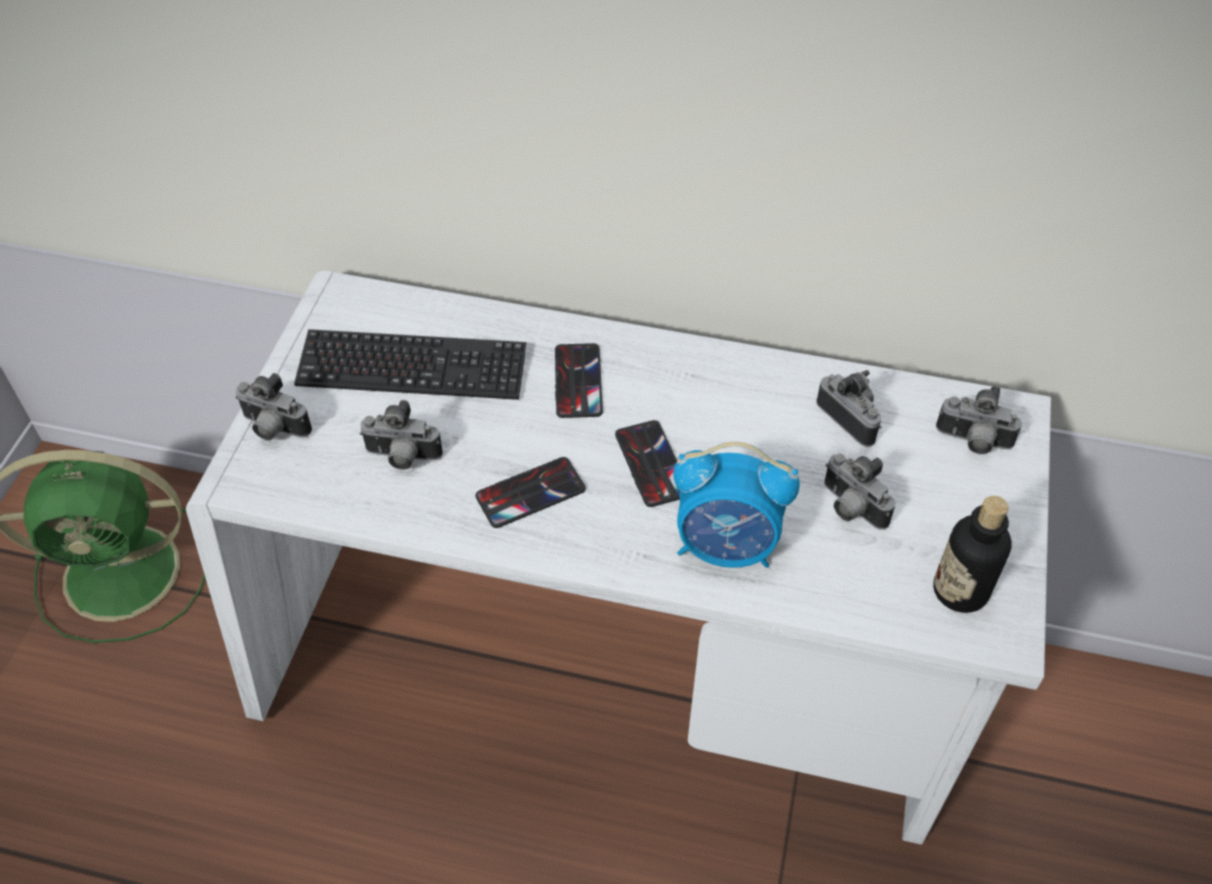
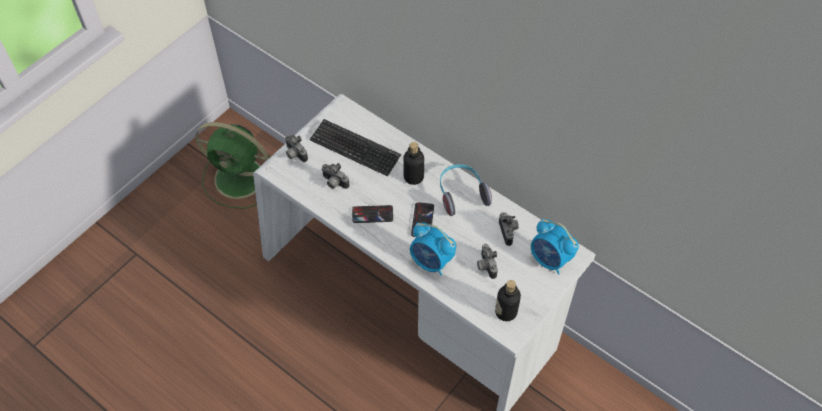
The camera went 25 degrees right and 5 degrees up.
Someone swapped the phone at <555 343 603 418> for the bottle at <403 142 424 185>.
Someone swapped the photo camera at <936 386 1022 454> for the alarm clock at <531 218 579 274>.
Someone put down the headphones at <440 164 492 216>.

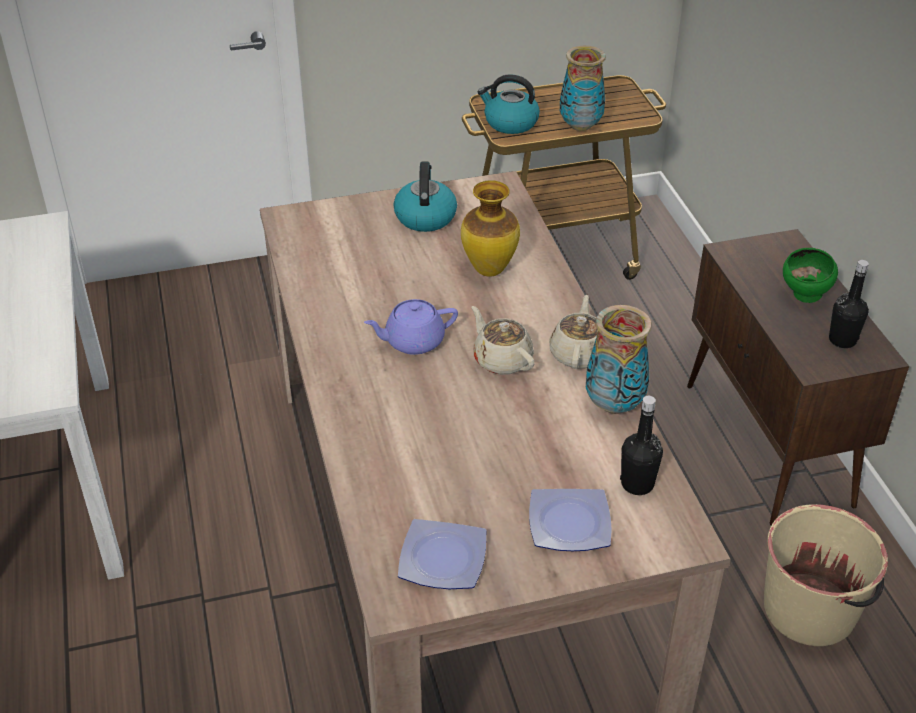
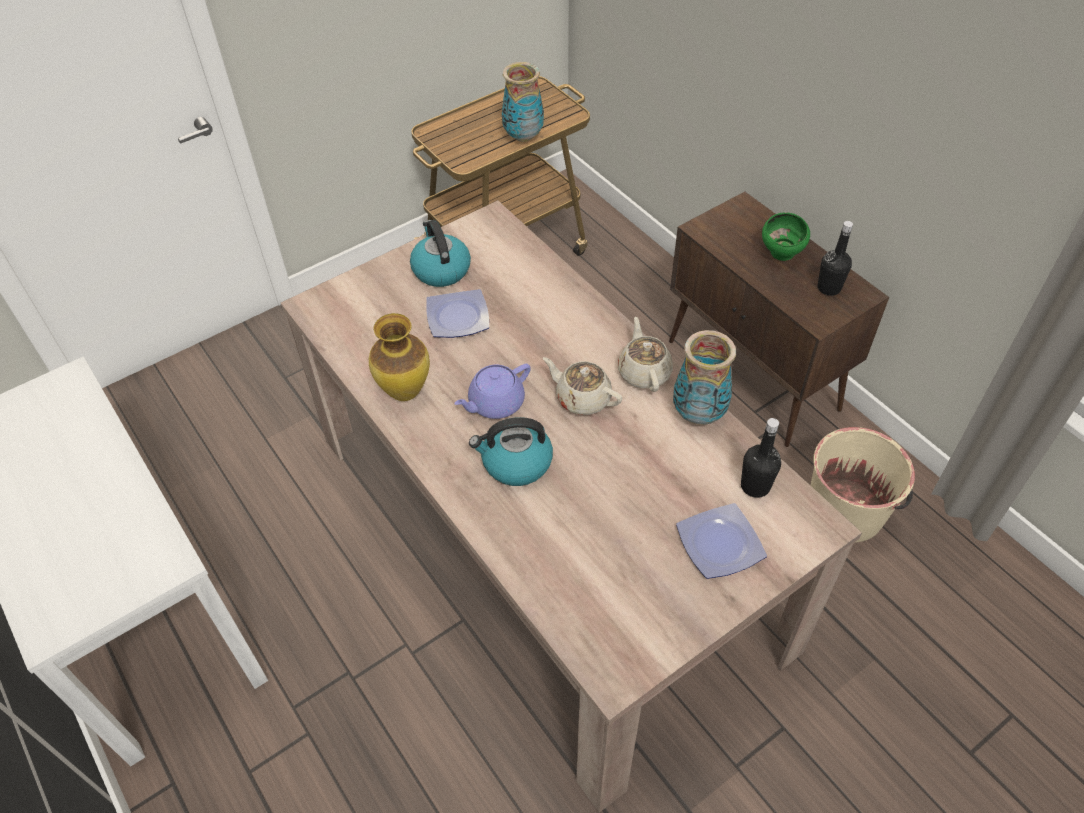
The camera went 20 degrees left and 10 degrees up.
Someone carried the plate from <398 519 486 589> to <426 289 489 338>.
Someone carried the vase from <461 180 520 277> to <369 313 430 401>.
Someone carried the kettle from <478 74 540 134> to <469 417 553 486>.

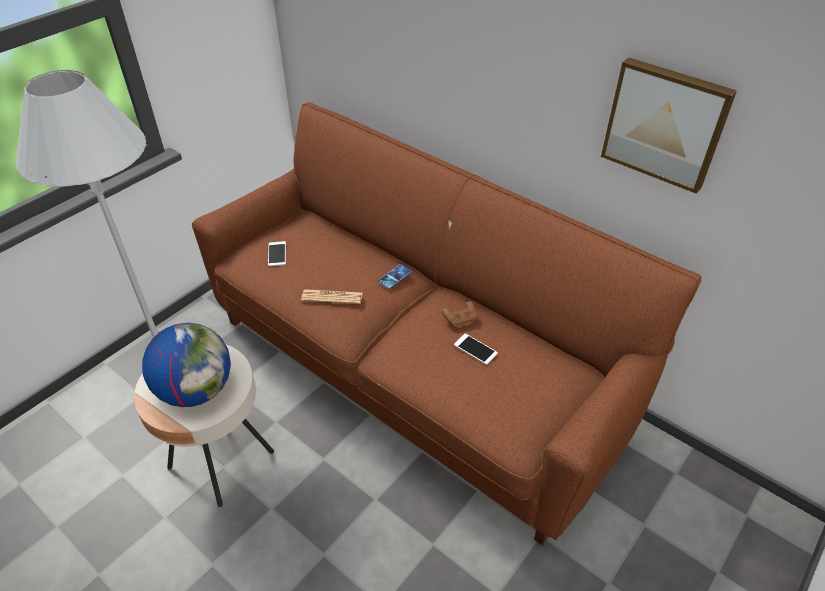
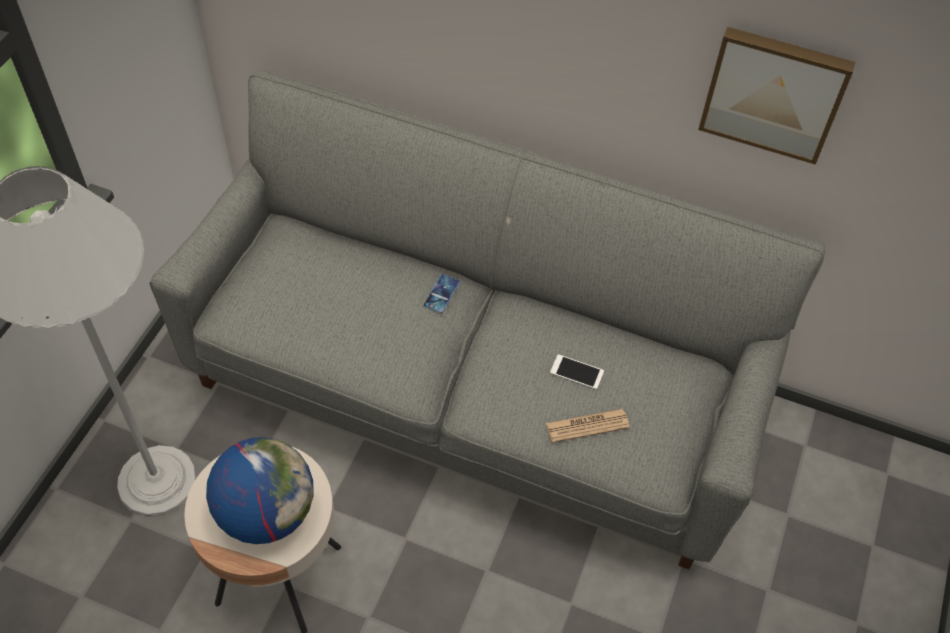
The camera went 20 degrees left and 10 degrees up.
Someone repainted the brown sofa at <192 102 701 546>, which became the grey sofa at <149 70 825 569>.
Someone took away the phone at <268 241 286 266>.
Someone carried the newspaper from <301 289 363 304> to <546 409 630 443>.
Someone took away the brown game controller at <442 301 477 327>.

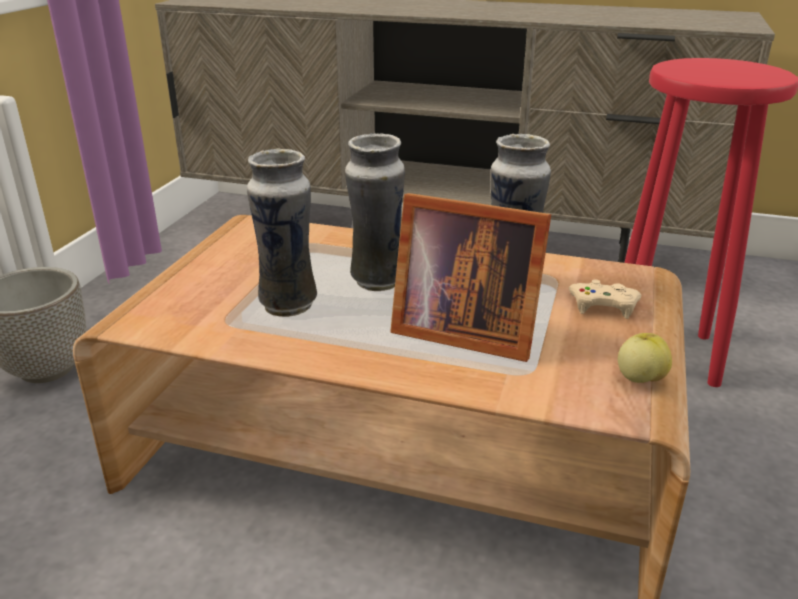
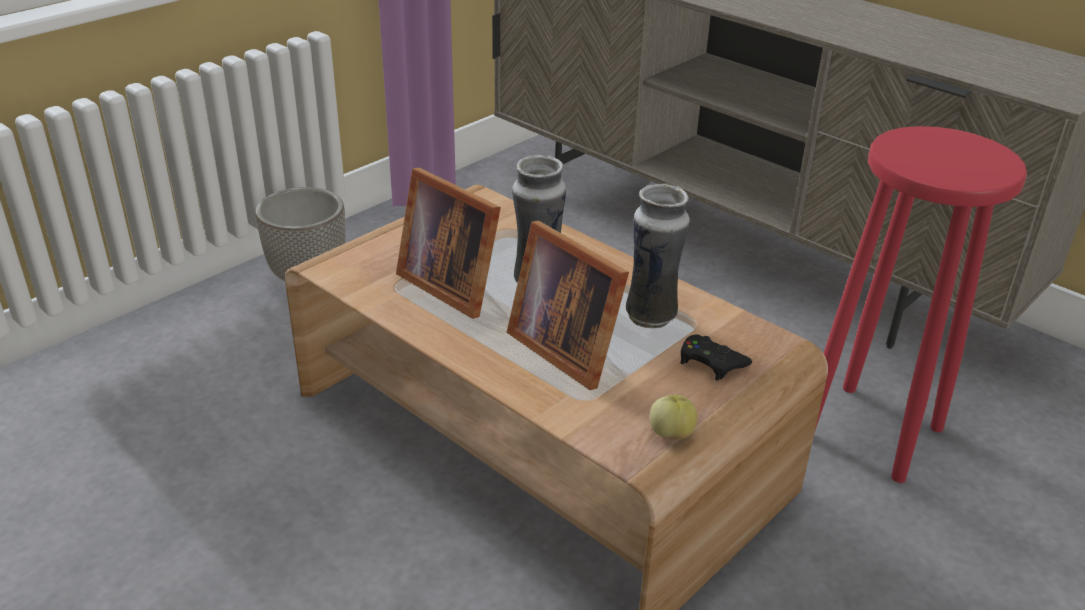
The camera went 25 degrees right and 5 degrees up.
Someone swapped the vase at <247 148 317 317> for the picture frame at <396 168 501 319>.
Someone repainted the beige game controller at <569 279 641 319>, which became the black game controller at <680 334 752 381>.

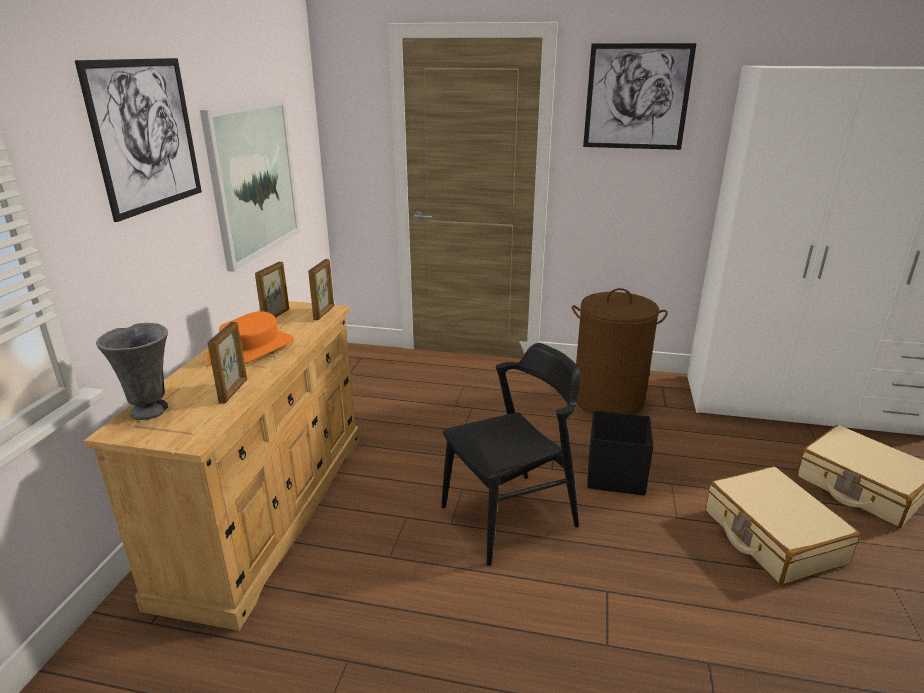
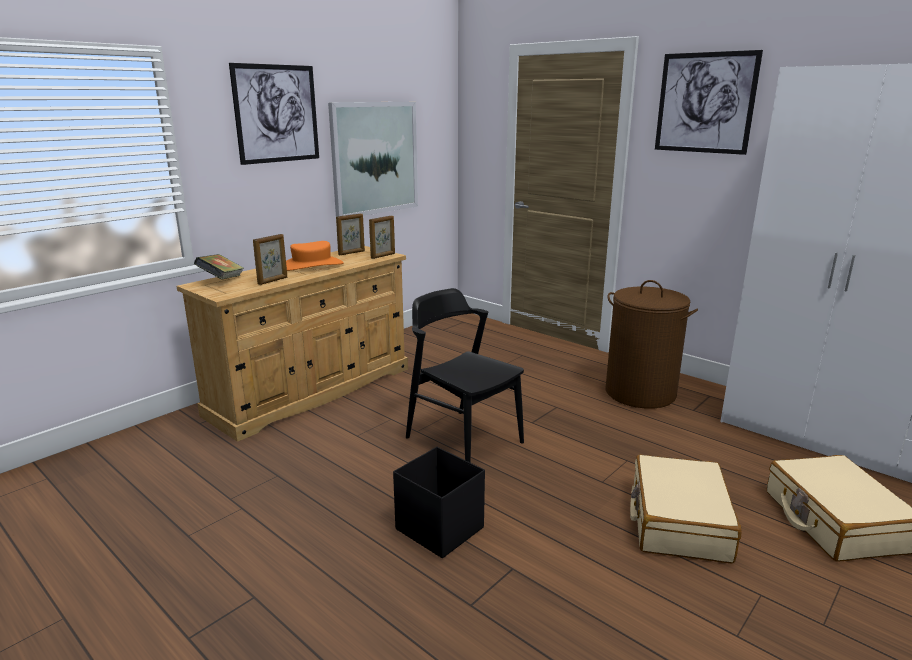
The camera went 30 degrees right and 5 degrees down.
Someone swapped the grey vase at <96 323 168 420> for the book at <194 254 244 280>.
Someone rotated the black chair at <441 343 580 566> by 135 degrees counterclockwise.
Someone carried the black storage box from <587 410 653 496> to <393 447 485 558>.

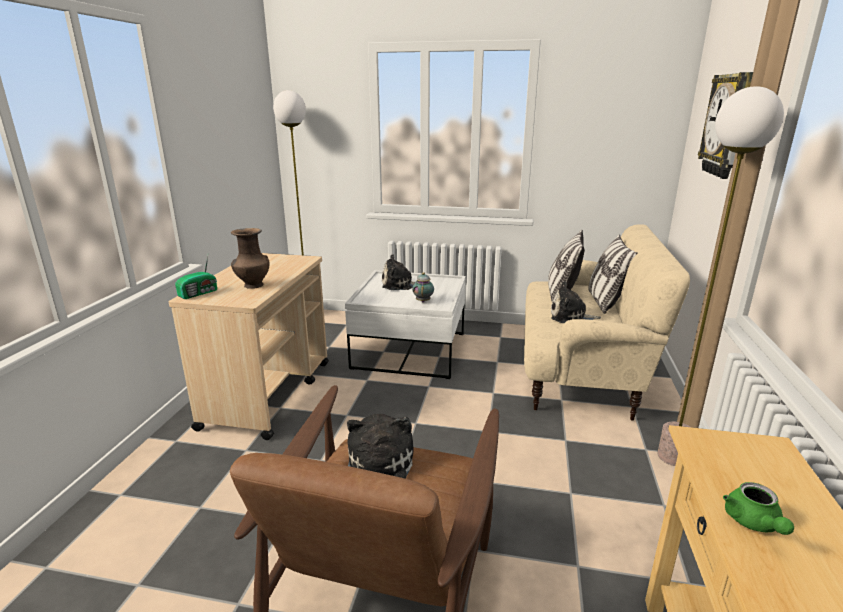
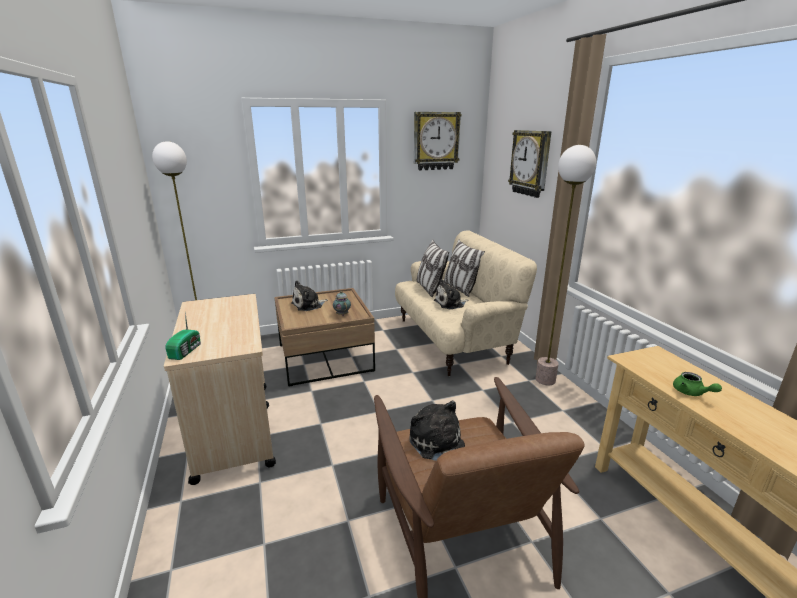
The camera went 30 degrees left and 0 degrees up.
Someone took away the brown vase at <231 228 270 289>.
Someone repainted the white coffee table at <345 270 466 379>, which became the brown coffee table at <274 288 375 387>.
Someone put up the wall clock at <414 112 462 170>.

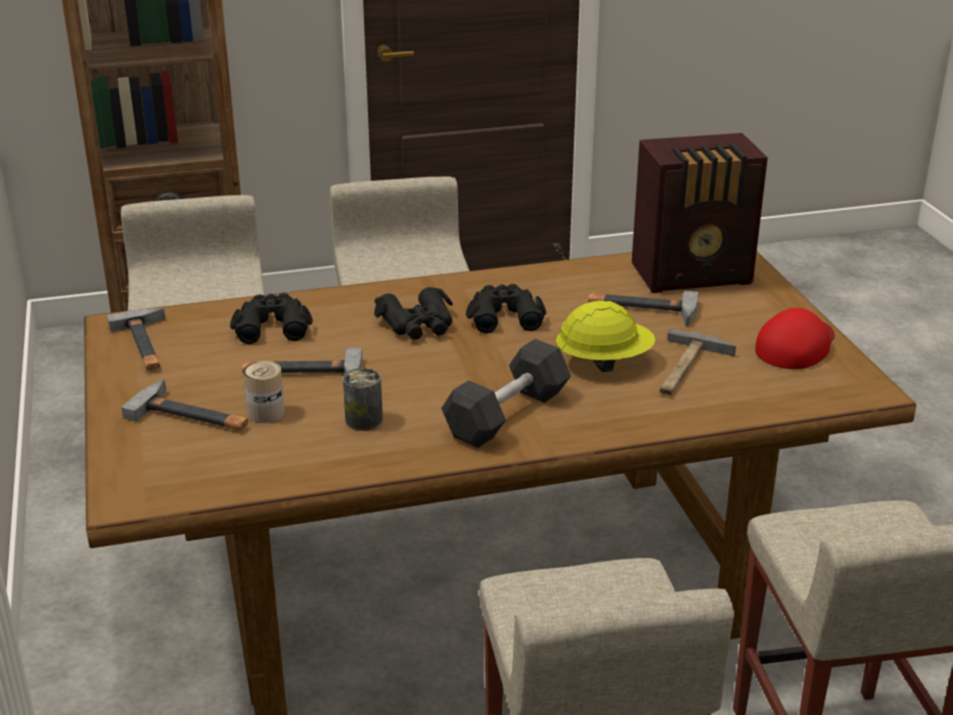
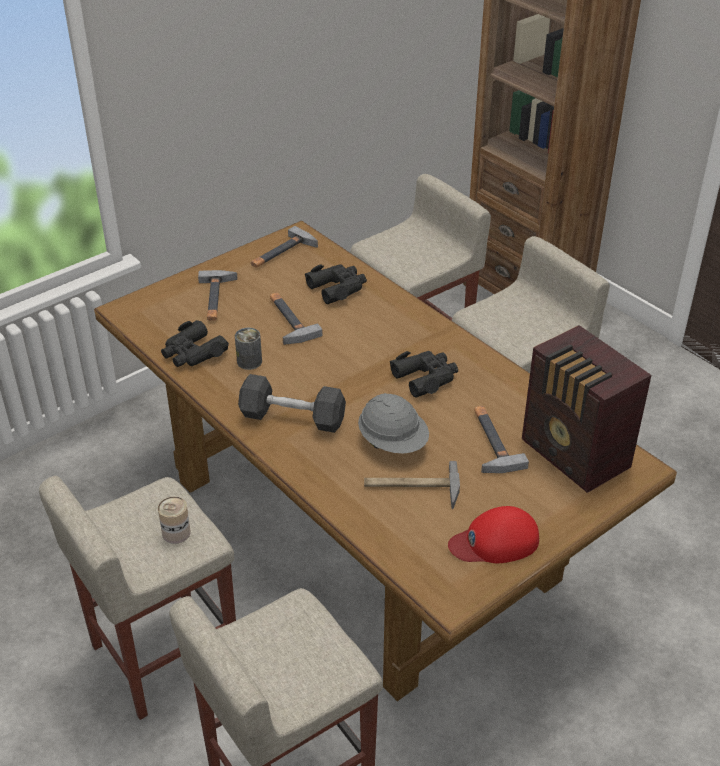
The camera went 65 degrees right and 10 degrees up.
Someone carried the can from <243 361 285 423> to <158 497 191 544>.
Someone carried the black binoculars from <374 287 453 340> to <161 320 229 367>.
Someone repainted the yellow hard hat at <556 301 655 372>, which became the grey hard hat at <358 393 429 453>.
Someone rotated the red cap at <755 308 835 369> by 150 degrees clockwise.

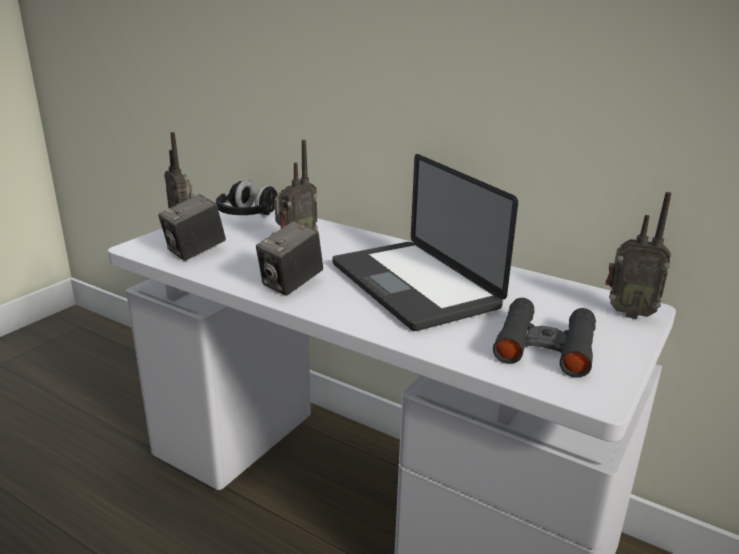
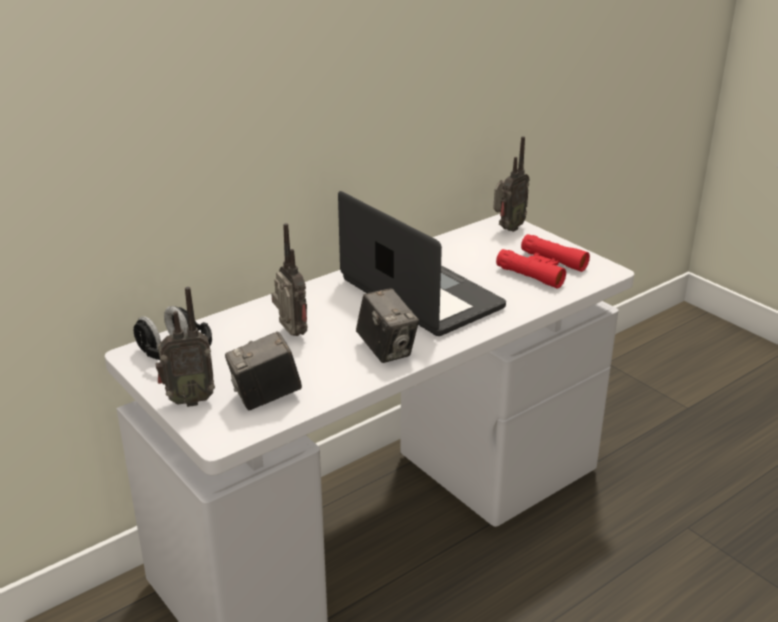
The camera went 70 degrees left and 5 degrees up.
Someone rotated the photo camera at <158 194 226 261> by 90 degrees clockwise.
Someone rotated the laptop at <332 154 518 331> by 120 degrees counterclockwise.
Someone repainted the black binoculars at <493 298 596 378>, which became the red binoculars at <496 234 590 289>.

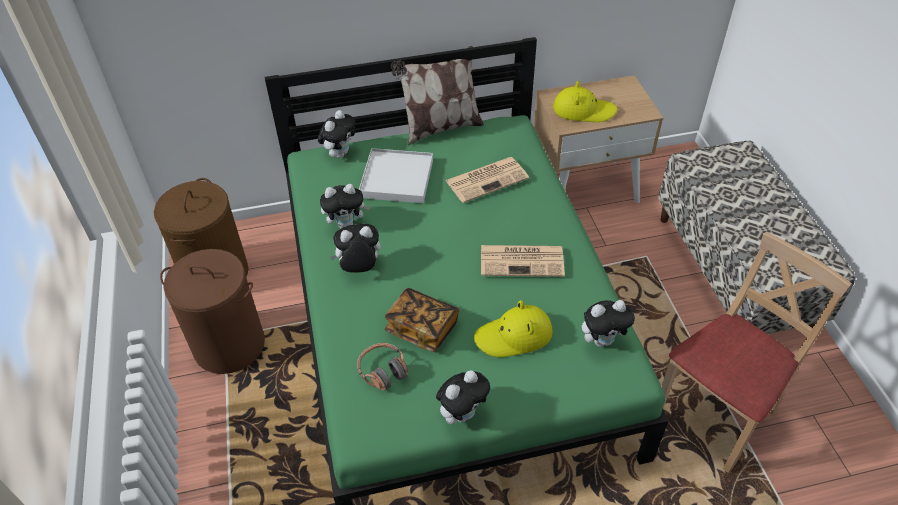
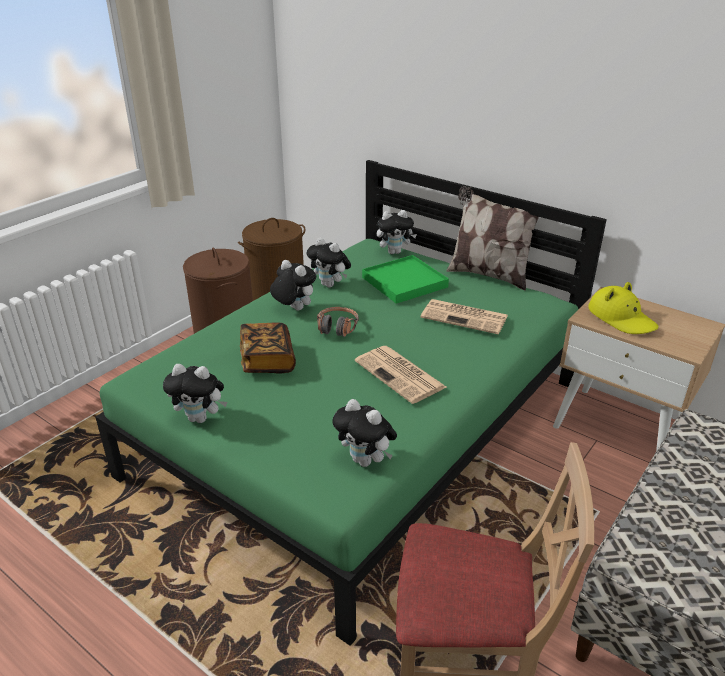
The camera went 50 degrees right and 15 degrees down.
Someone carried the headphones from <357 343 408 391> to <317 307 359 337>.
Someone repainted the white tray at <359 148 433 203>, which became the green tray at <362 255 449 304>.
Someone took away the yellow hat at <474 300 553 357>.

